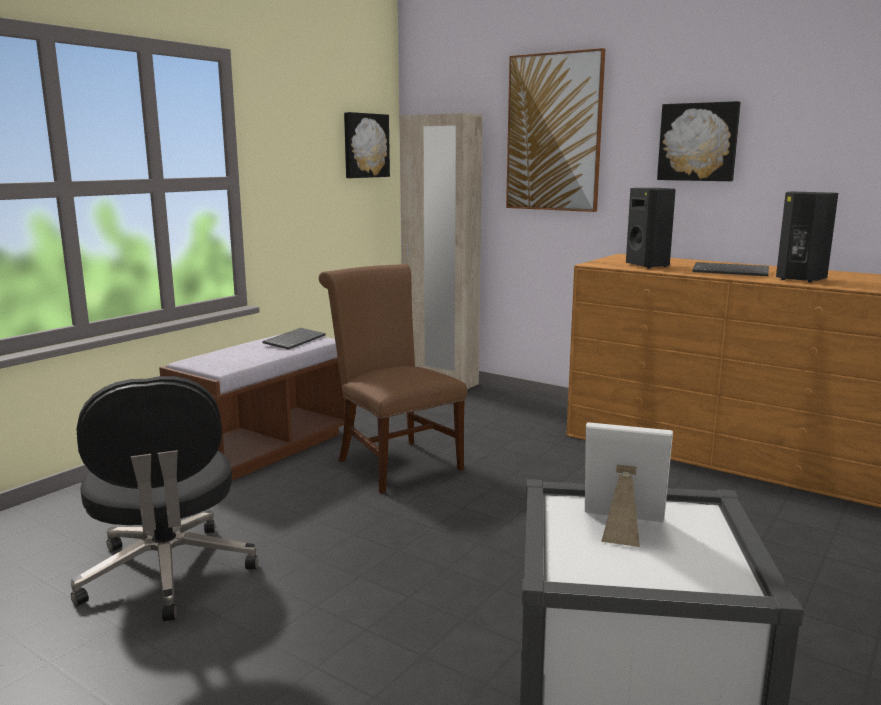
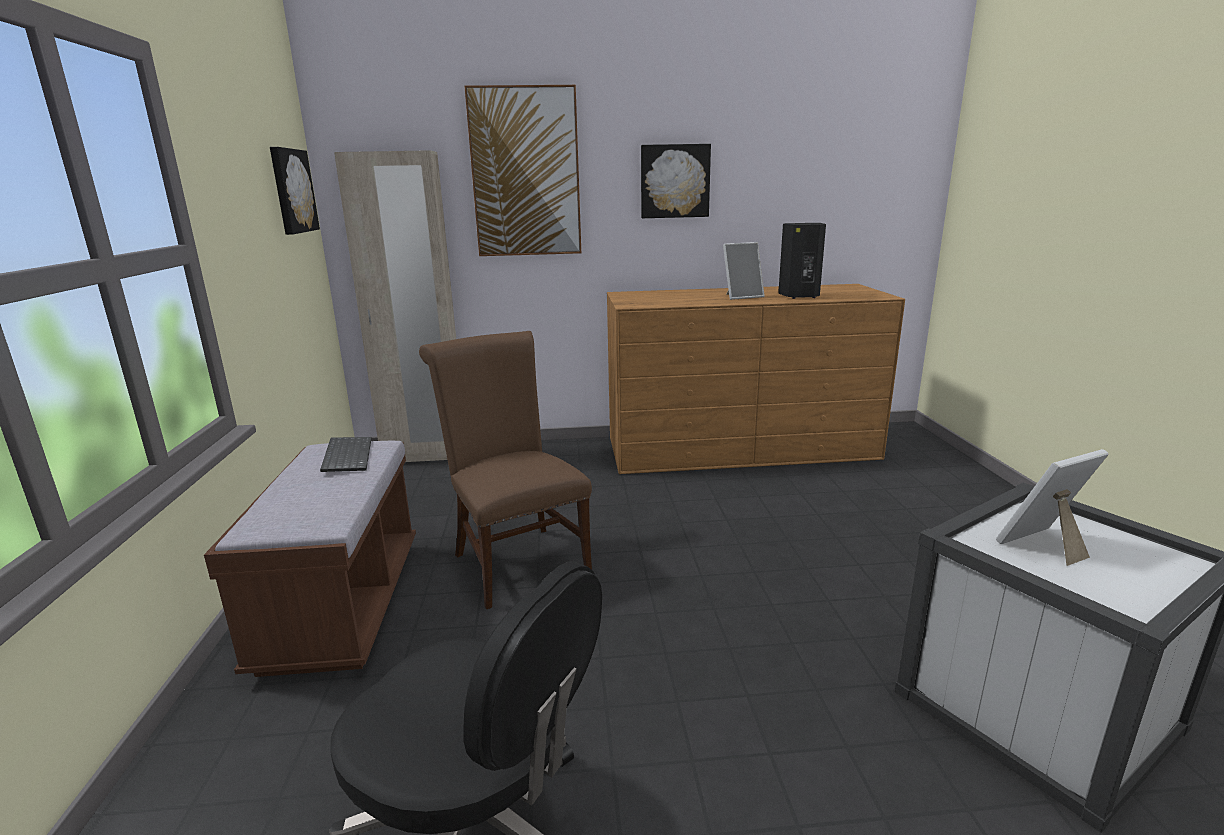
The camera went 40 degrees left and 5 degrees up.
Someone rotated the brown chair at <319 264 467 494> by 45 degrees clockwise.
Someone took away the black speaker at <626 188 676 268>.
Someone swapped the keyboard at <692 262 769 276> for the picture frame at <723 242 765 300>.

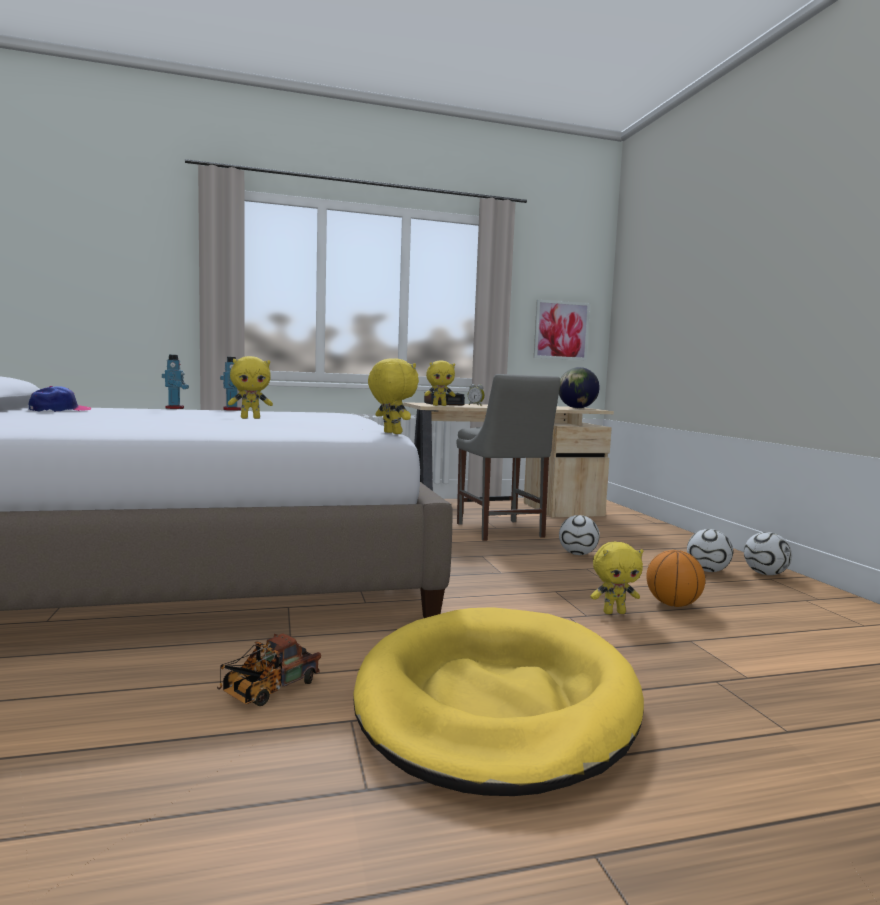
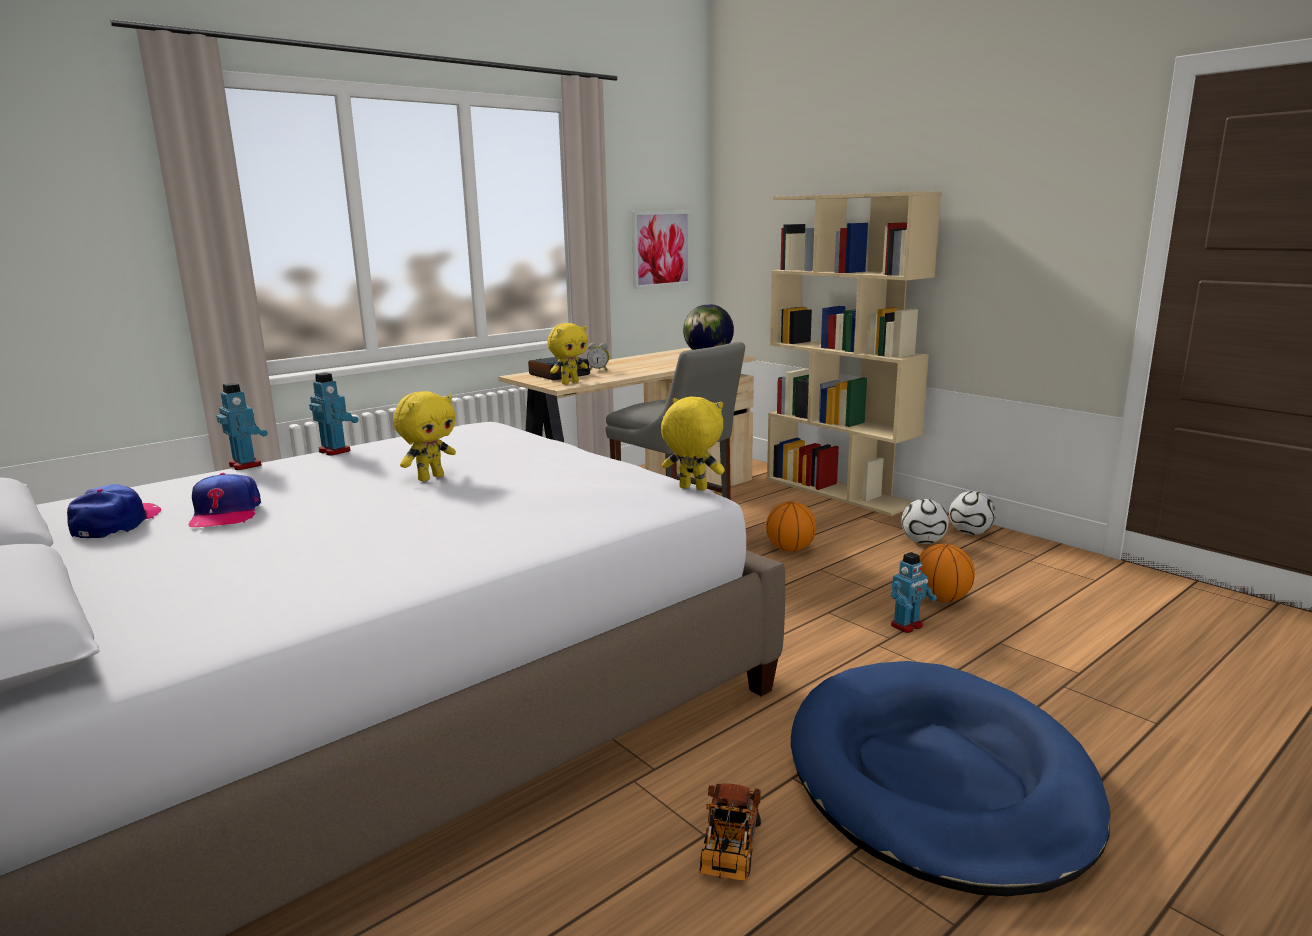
The camera went 25 degrees left and 10 degrees up.
Someone repainted the yellow dog bed at <353 607 644 796>, which became the blue dog bed at <791 661 1110 896>.
Someone swapped the football at <559 515 600 555> for the basketball at <766 501 816 552>.
Someone swapped the yellow plush toy at <591 542 643 614> for the toy robot at <891 552 937 633>.
Someone put down the cap at <189 473 261 527>.
Someone put down the beige bookcase at <767 192 941 516>.

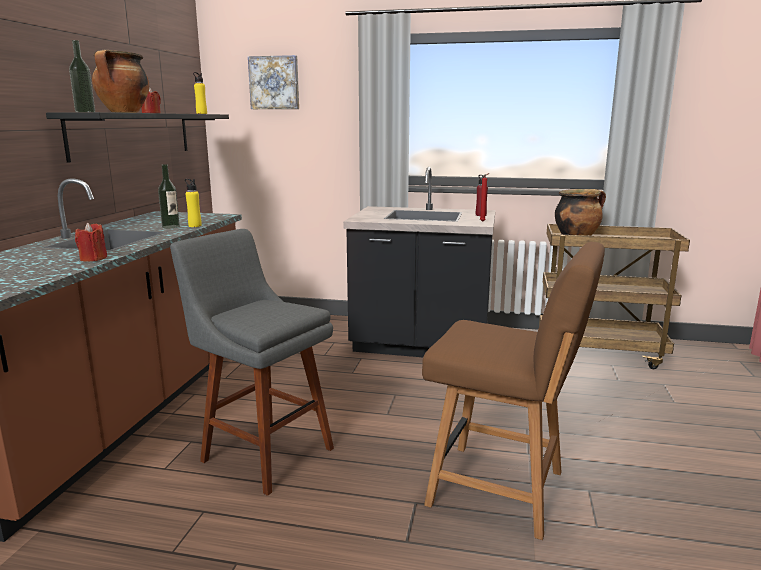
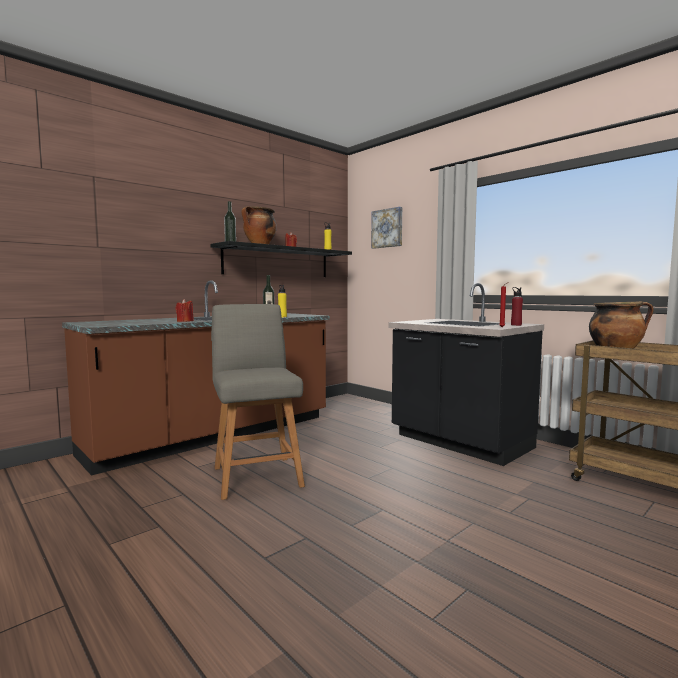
The camera went 35 degrees right and 10 degrees down.
Someone swapped the grey stool at <170 229 334 496> for the grey chair at <211 304 305 500>.
Someone took away the brown chair at <422 242 605 540>.

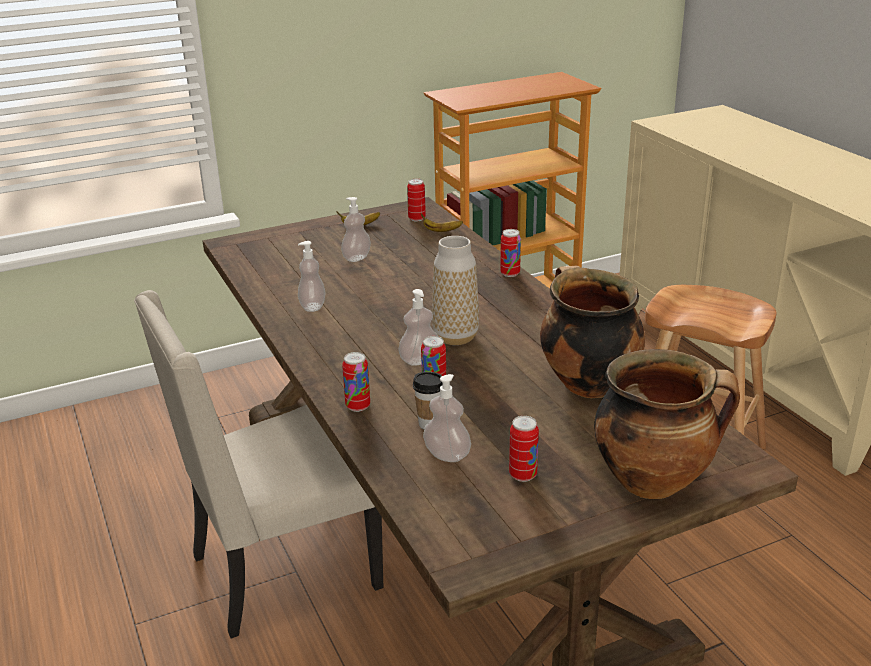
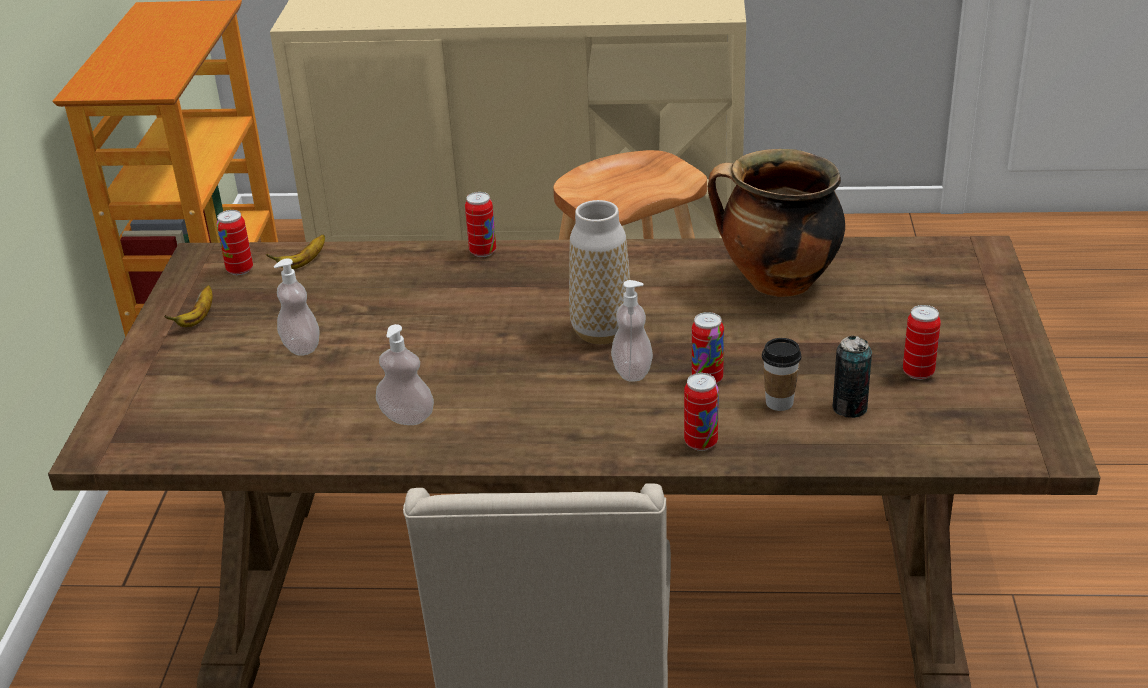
The camera went 60 degrees left and 5 degrees up.
Someone swapped the soap dispenser at <423 374 471 462> for the can at <833 336 872 418>.
Someone took away the cooking pot at <594 349 740 499>.

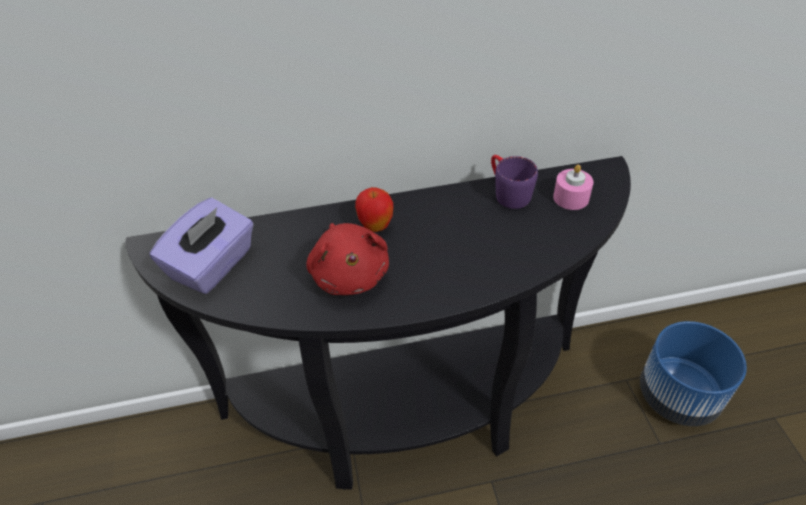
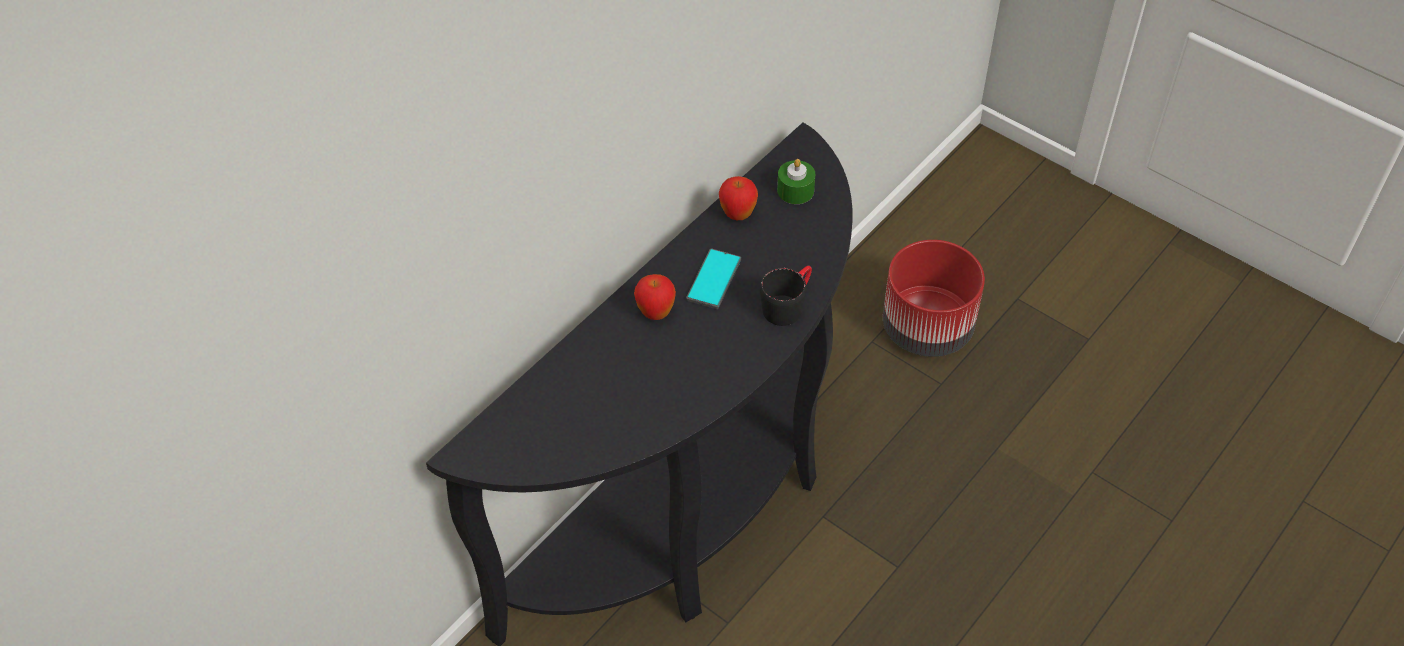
The camera went 40 degrees left and 5 degrees up.
Someone took away the purple tissue box at <150 198 254 294>.
Someone took away the red plush toy at <306 223 389 295>.
Someone swapped the purple mug at <491 155 538 209> for the apple at <719 176 758 220>.
Someone repainted the pink candle at <553 164 594 210>, which became the green candle at <777 159 815 204>.
Someone repainted the blue planter at <640 321 747 426>, which became the red planter at <883 240 985 357>.
Someone put down the phone at <686 248 741 309>.
Someone put down the black mug at <760 266 812 326>.

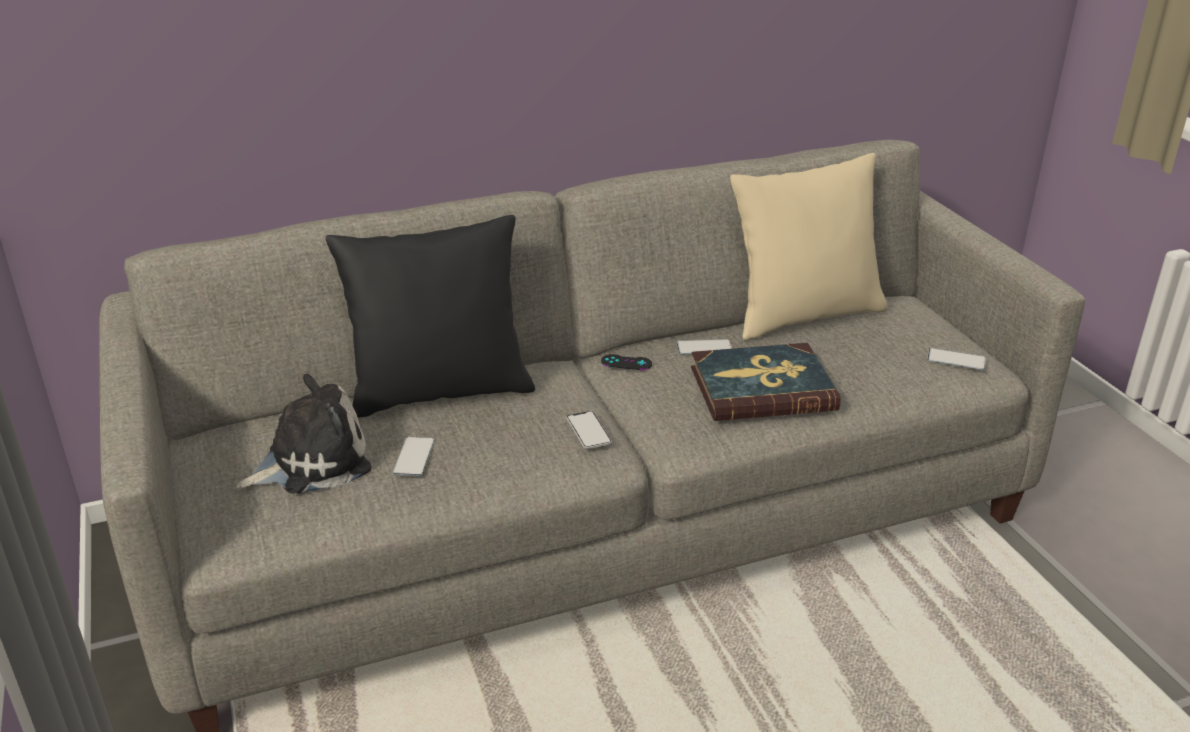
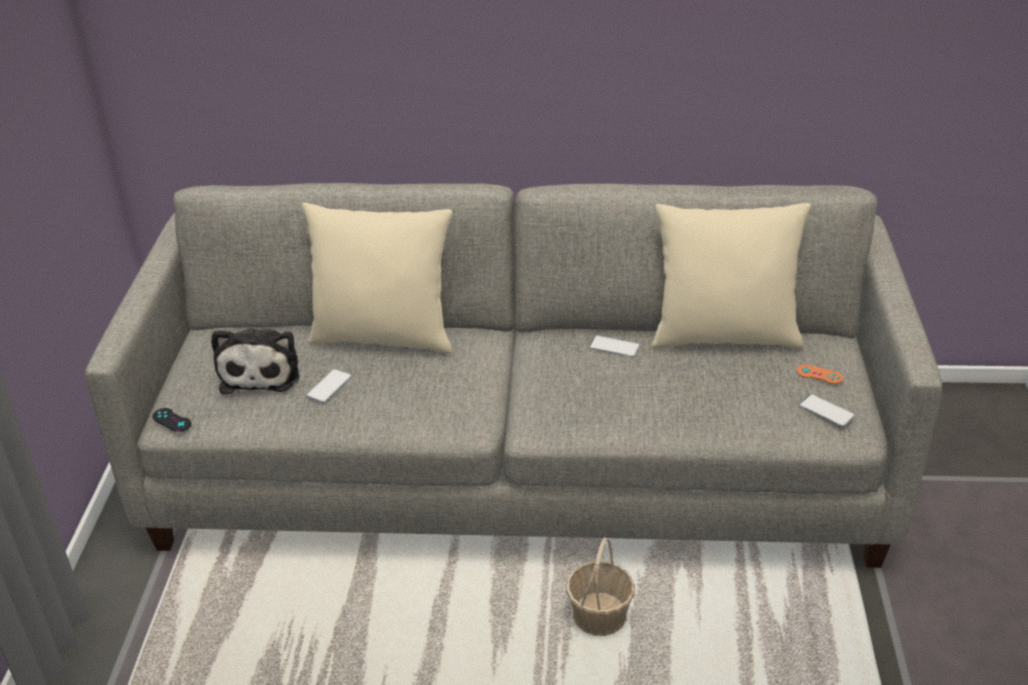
The camera went 25 degrees right and 5 degrees up.
Someone rotated the plush toy at <236 374 372 494> by 90 degrees clockwise.
Someone repainted the black pillow at <326 215 535 418>, which became the beige pillow at <302 202 452 354>.
Someone took away the phone at <566 411 612 449>.
Someone carried the black game controller from <601 354 652 370> to <152 408 191 432>.
Someone took away the book at <691 343 841 421>.
Someone put down the basket at <566 537 635 636>.
Someone put down the orange game controller at <797 365 843 384>.

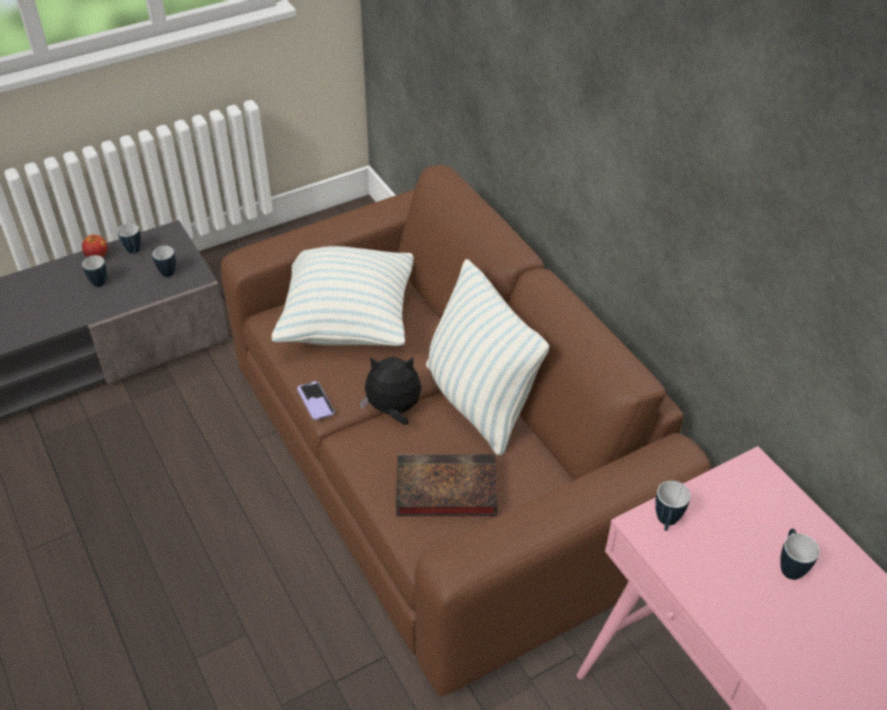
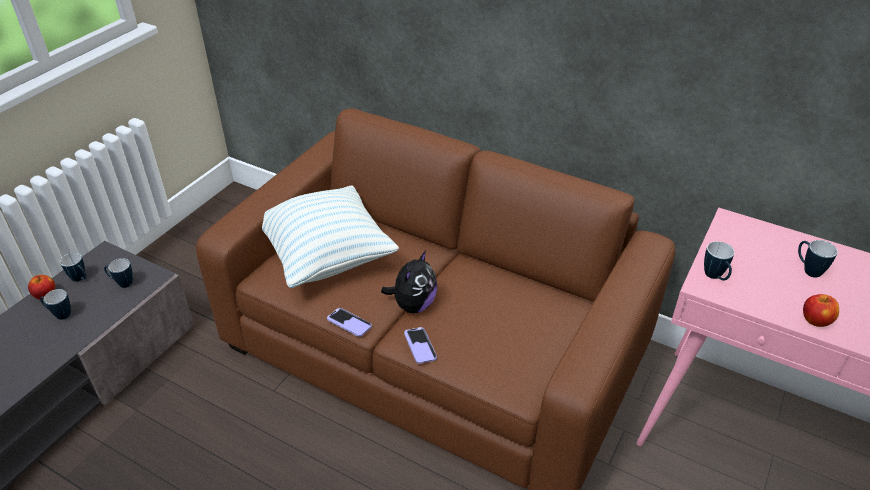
The camera went 30 degrees left and 5 degrees down.
Someone rotated the plush toy at <360 357 422 425> by 150 degrees clockwise.
Someone took away the book at <396 454 497 516>.
Someone took away the pillow at <426 259 550 456>.
Someone put down the phone at <404 327 437 364>.
Someone put down the apple at <803 294 839 327>.

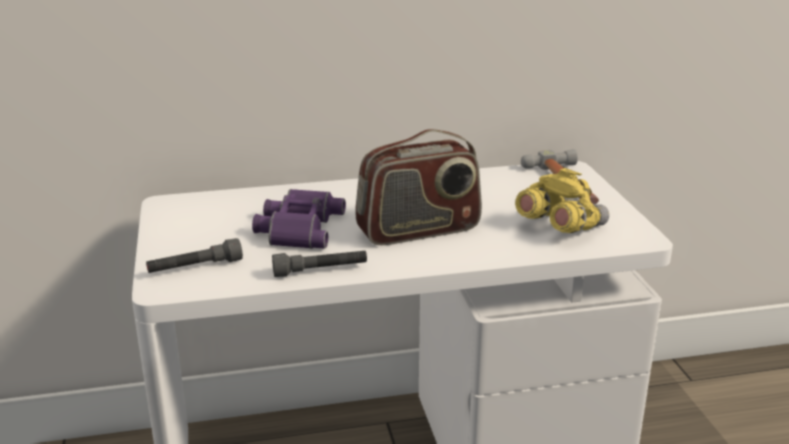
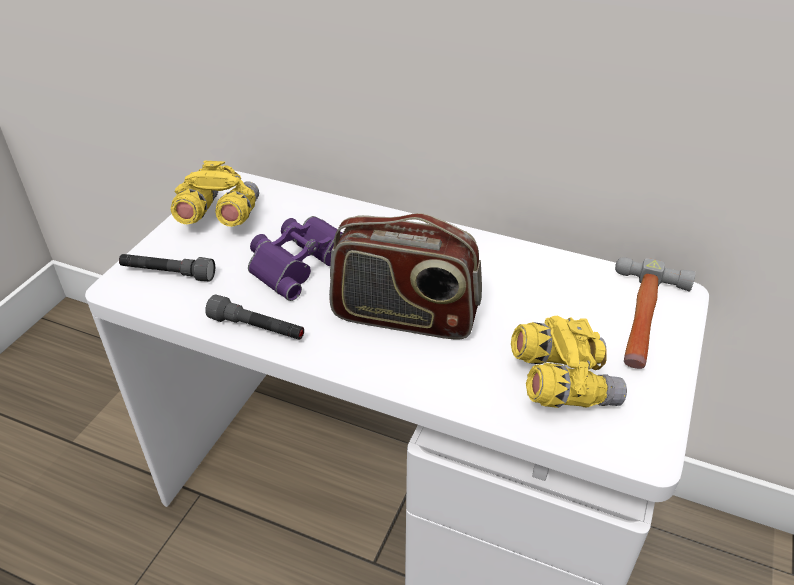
The camera went 35 degrees right and 15 degrees up.
Someone put down the yellow binoculars at <171 161 259 227>.

